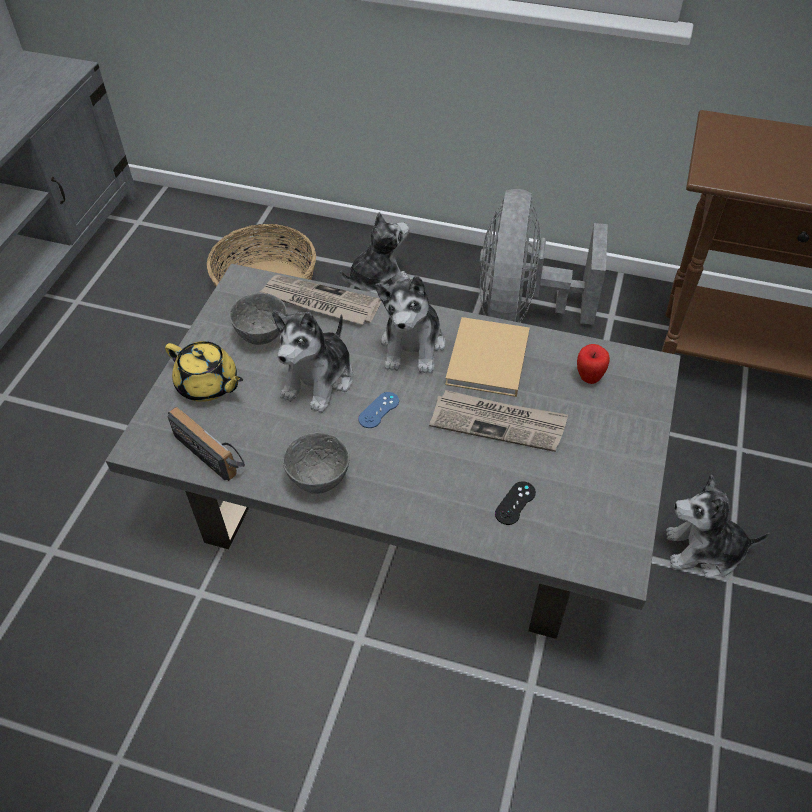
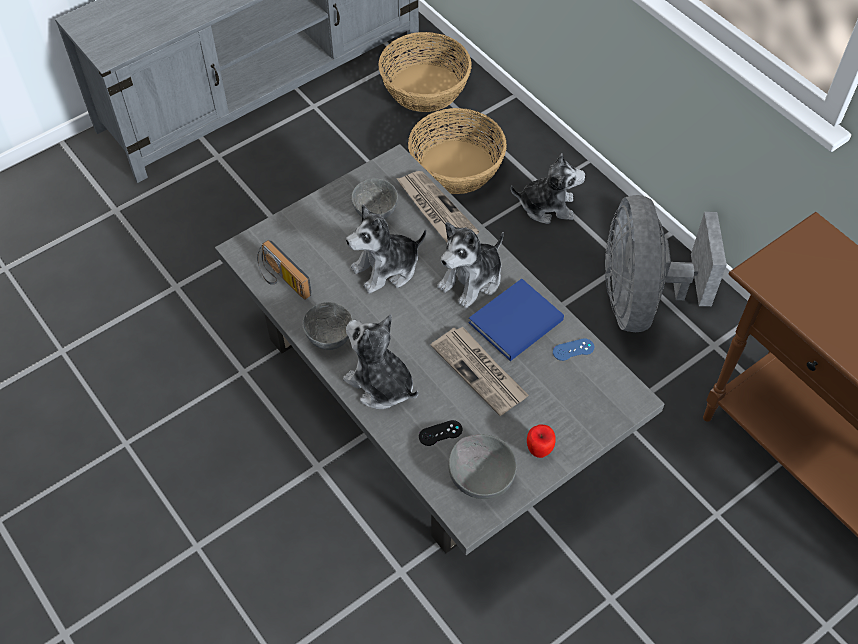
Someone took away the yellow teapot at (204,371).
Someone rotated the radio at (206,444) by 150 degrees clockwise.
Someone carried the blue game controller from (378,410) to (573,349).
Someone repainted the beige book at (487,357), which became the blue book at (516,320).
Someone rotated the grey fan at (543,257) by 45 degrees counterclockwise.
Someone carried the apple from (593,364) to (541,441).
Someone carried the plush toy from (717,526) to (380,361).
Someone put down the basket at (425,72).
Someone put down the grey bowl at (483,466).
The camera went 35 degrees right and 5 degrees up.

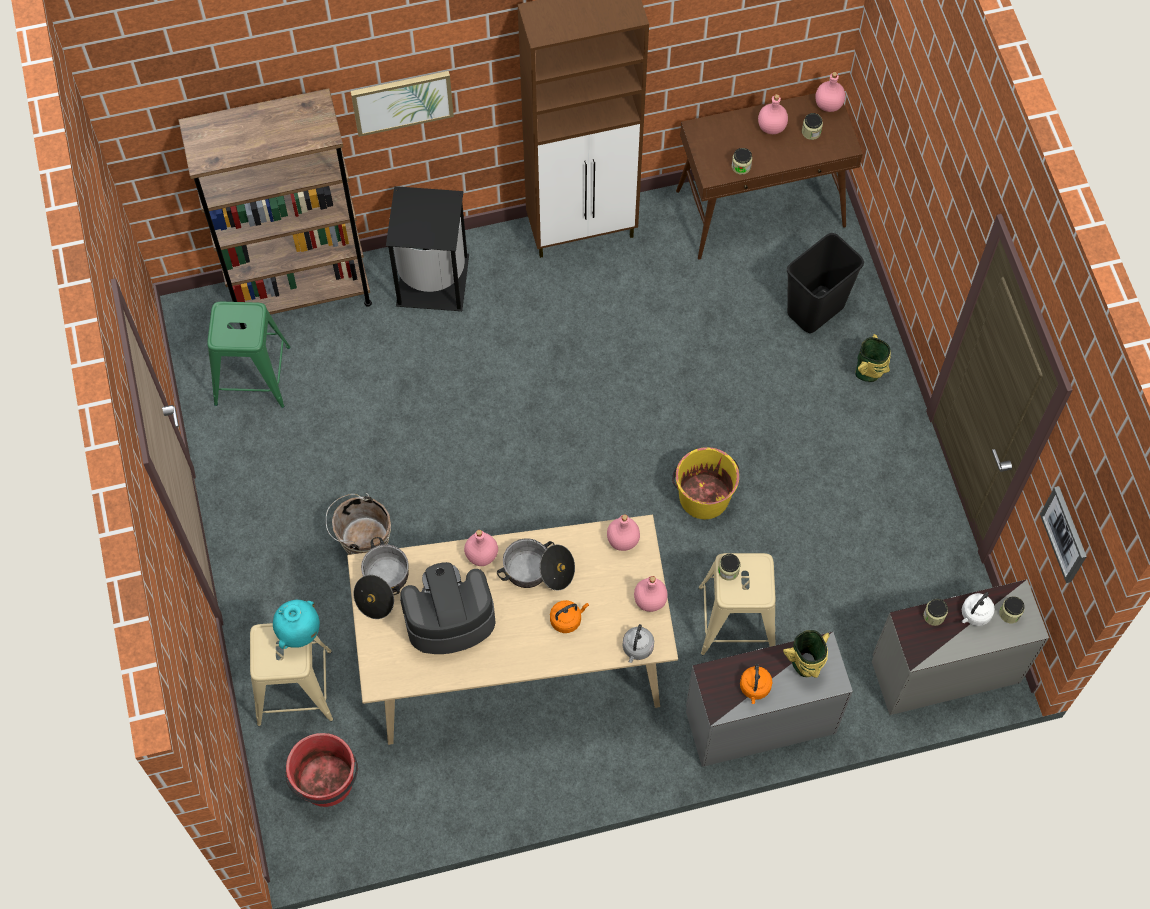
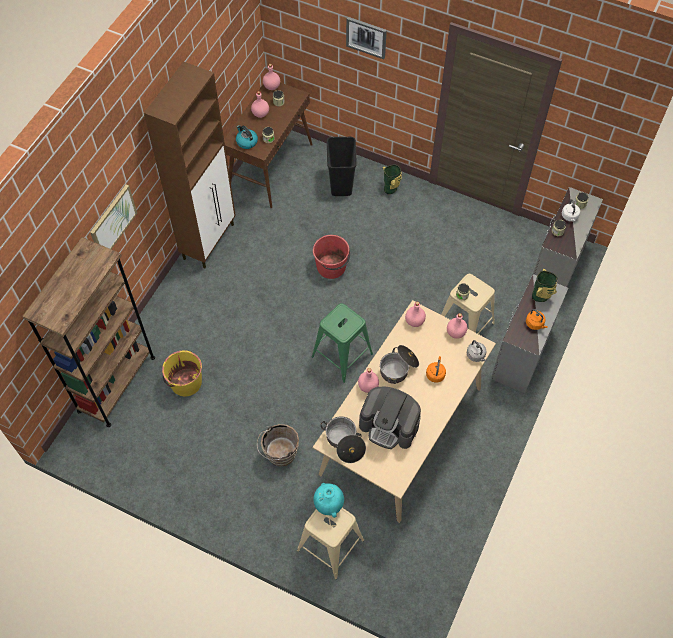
Someone carried the green stool from (249,355) to (342,343).
Someone carried the red bucket from (321,770) to (331,257).
Someone took away the black trash can at (427,248).
Someone rotated the coffee machine at (448,608) by 90 degrees counterclockwise.
Someone carried the yellow bucket from (705,483) to (182,373).
Someone carried the picture from (1063,534) to (366,38).
Someone put down the kettle at (247,137).
The camera went 50 degrees left and 5 degrees down.

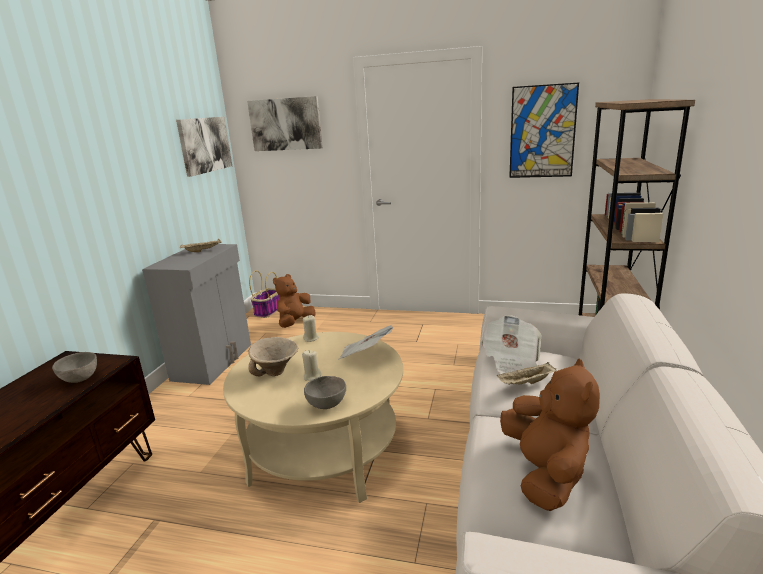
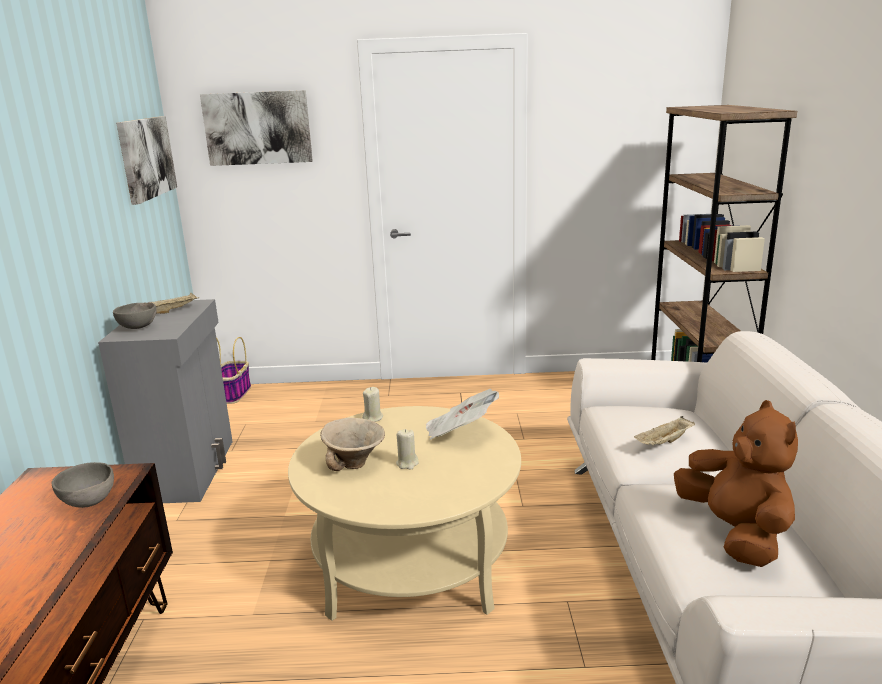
Someone took away the brown plush toy at (294,301).
Someone carried the grey bowl from (325,392) to (135,315).
Someone took away the newspaper at (511,344).
Someone took away the picture at (544,130).
The camera went 15 degrees left and 0 degrees up.

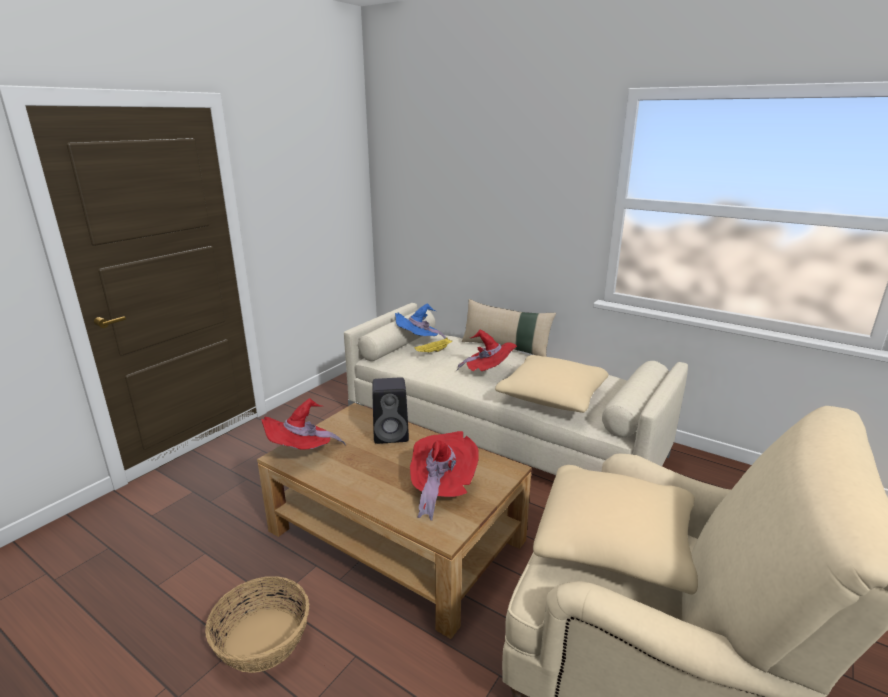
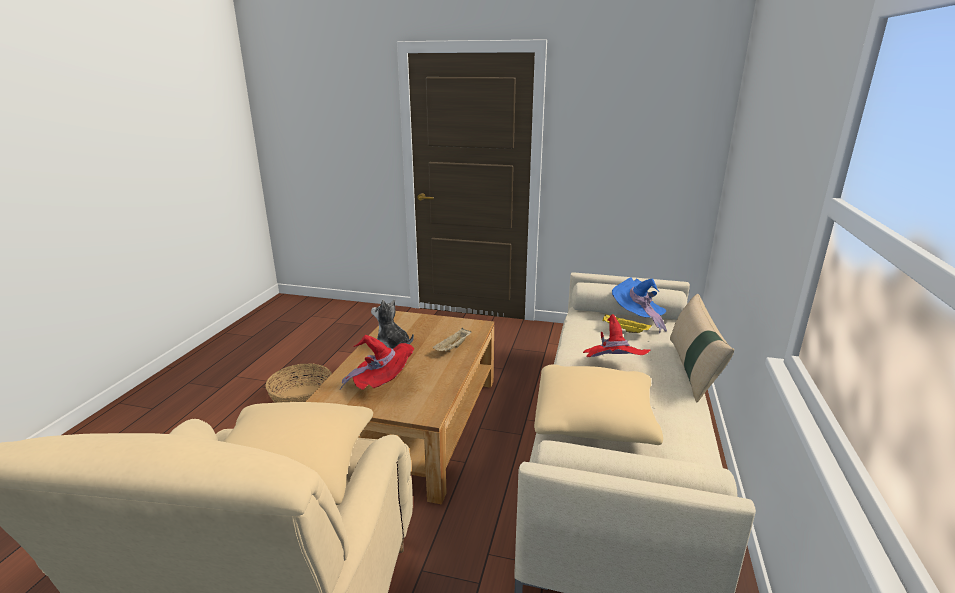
Someone took away the red hat at (303,424).
Someone swapped the black speaker at (391,410) for the beige tray at (452,339).
Someone put down the plush toy at (392,324).
The camera went 70 degrees right and 0 degrees up.

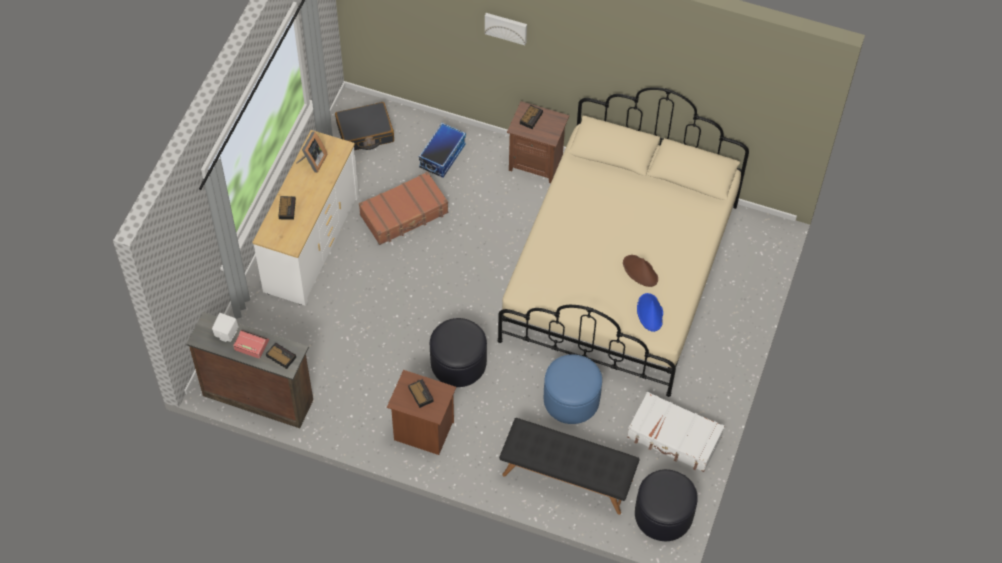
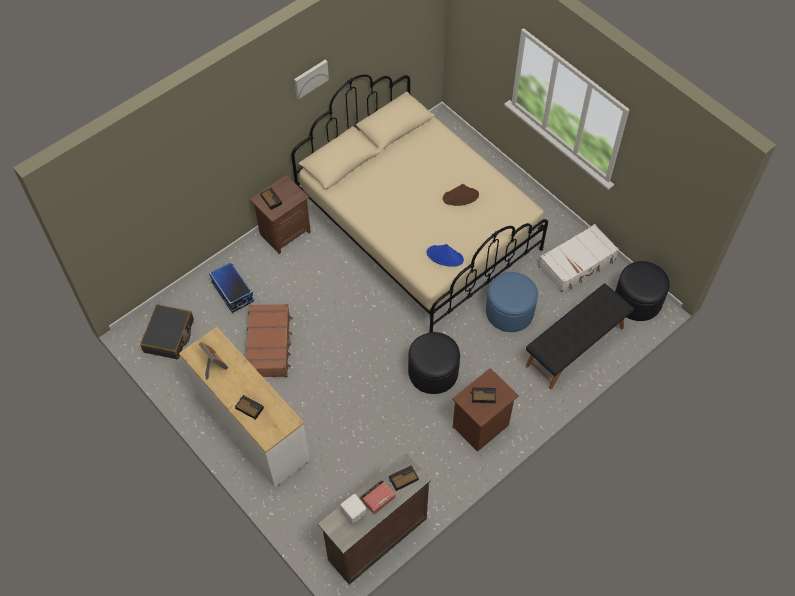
Someone carried the picture from (506,29) to (311,79).
Someone carried the blue hat from (650,312) to (445,255).
The camera went 60 degrees left and 0 degrees up.

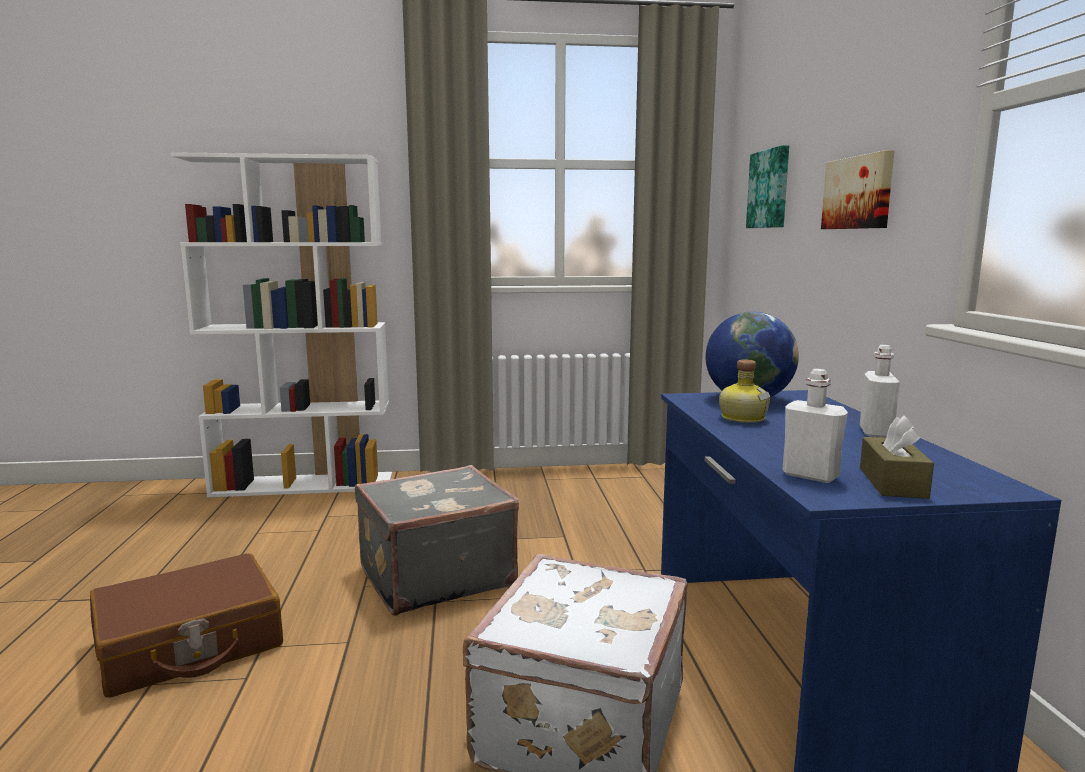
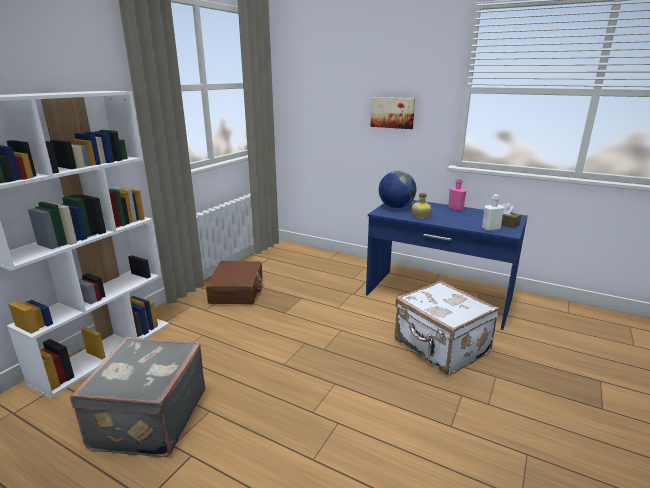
Someone carried the brown suitcase from (186,625) to (234,282).
Someone carried the grey suitcase from (437,540) to (137,397).
Someone took away the picture at (767,186).
Someone repainted the white bottle at (880,391), which became the pink bottle at (457,194).
The camera went 55 degrees left and 10 degrees up.

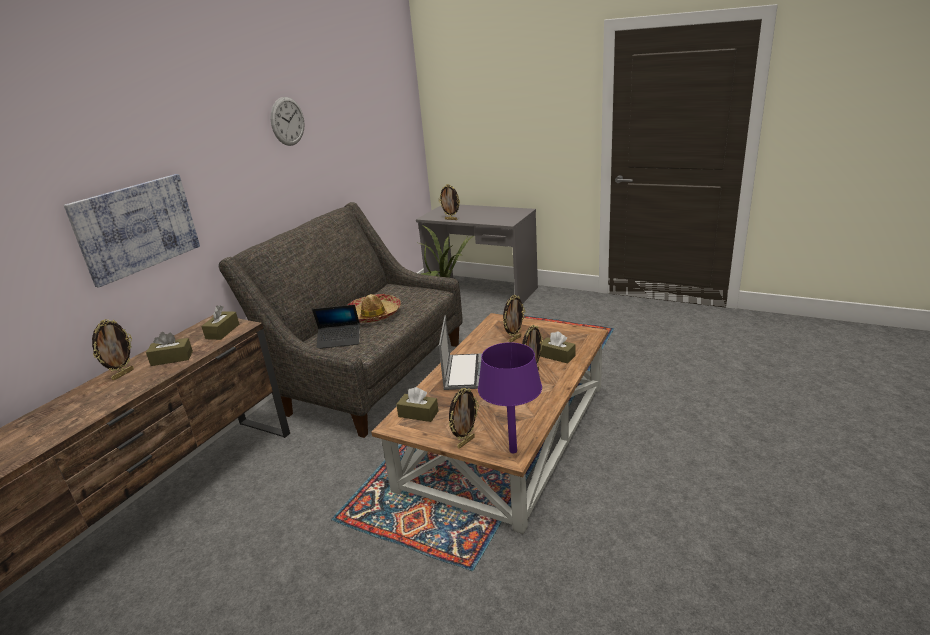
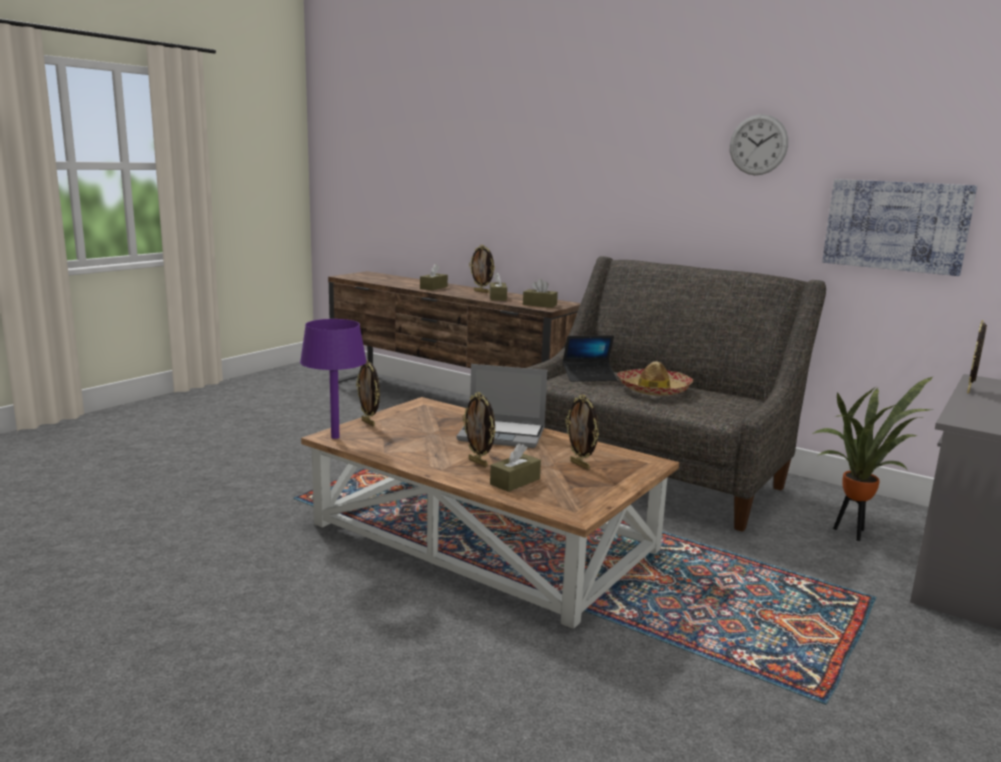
Someone carried the picture from (132,231) to (899,227).
Someone rotated the laptop at (336,327) by 105 degrees counterclockwise.
Someone carried the brown tissue box from (417,404) to (434,277).
The camera went 95 degrees right and 10 degrees down.

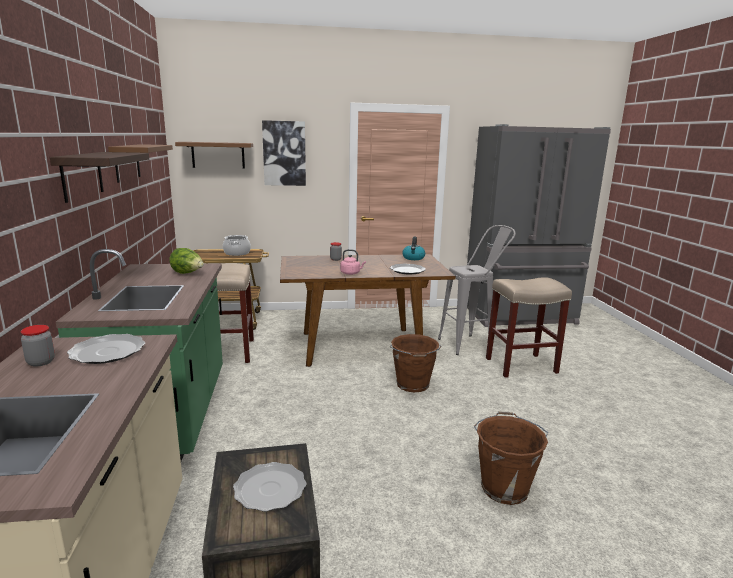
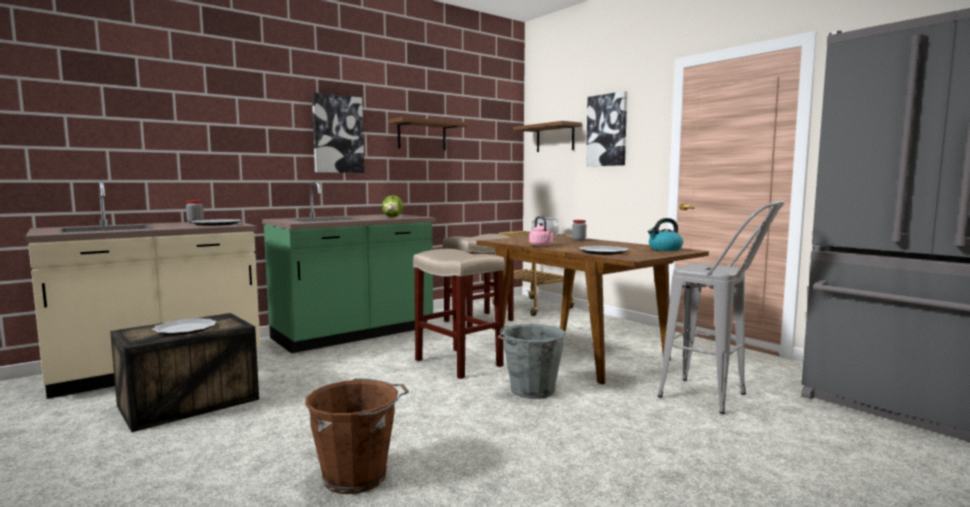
Someone swapped the shelf at (99,177) for the picture at (338,133).
Someone repainted the brown bucket at (416,363), which became the grey bucket at (532,361).
Someone carried the beige stool from (529,327) to (459,314).
The camera went 60 degrees right and 10 degrees down.

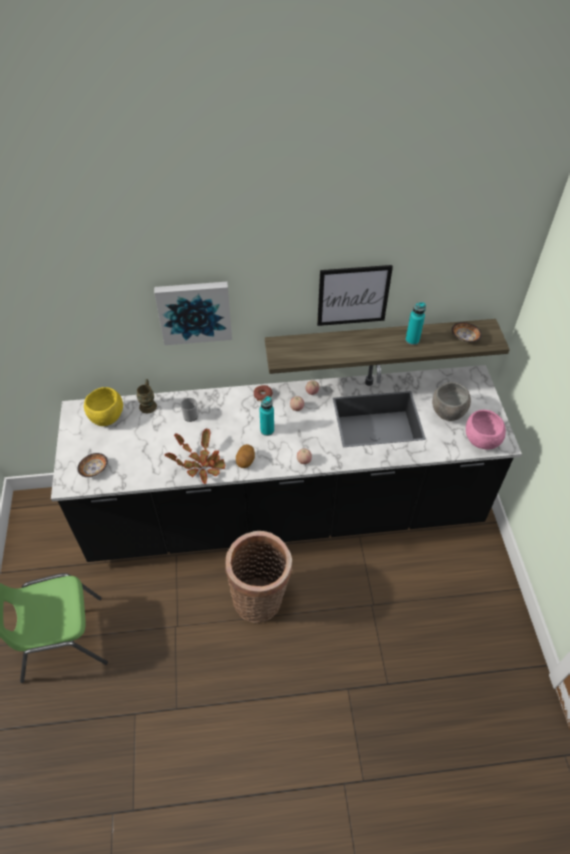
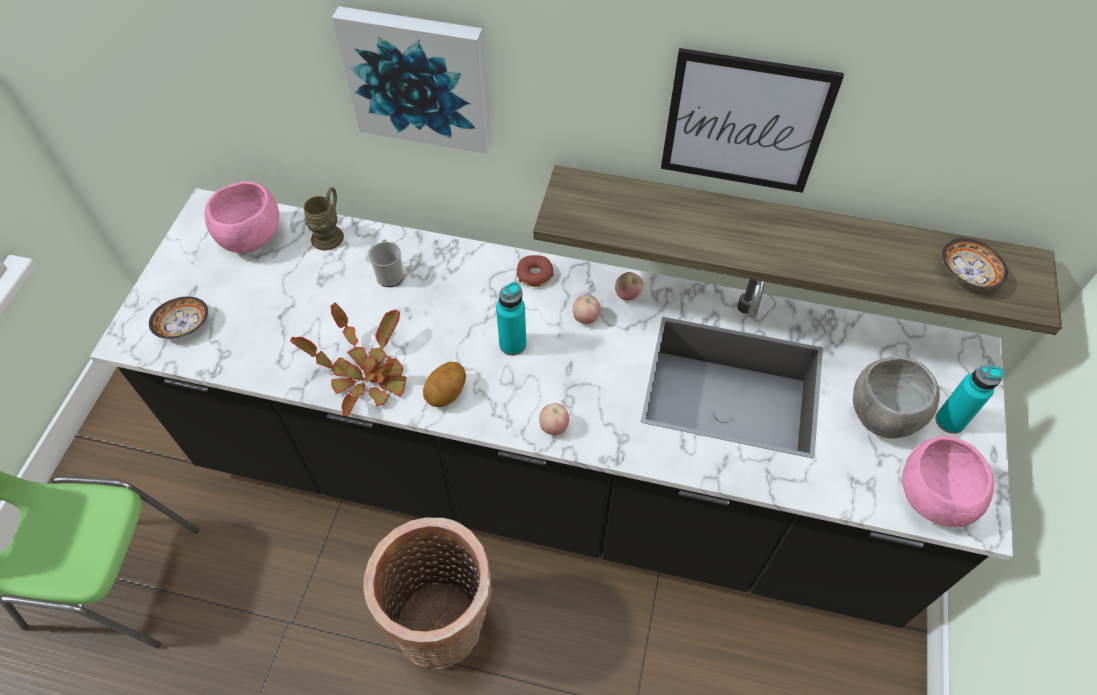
Someone repainted the yellow bowl at (103,406), which became the pink bowl at (242,217).
Someone carried the turquoise bottle from (416,323) to (970,399).
The camera went 20 degrees right and 5 degrees up.

